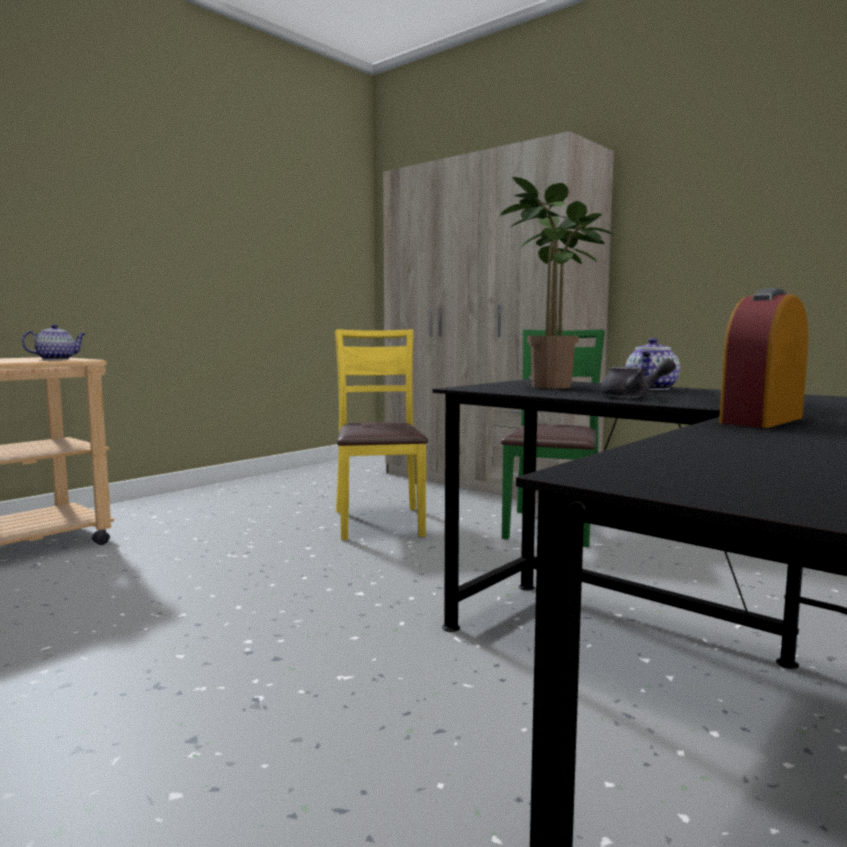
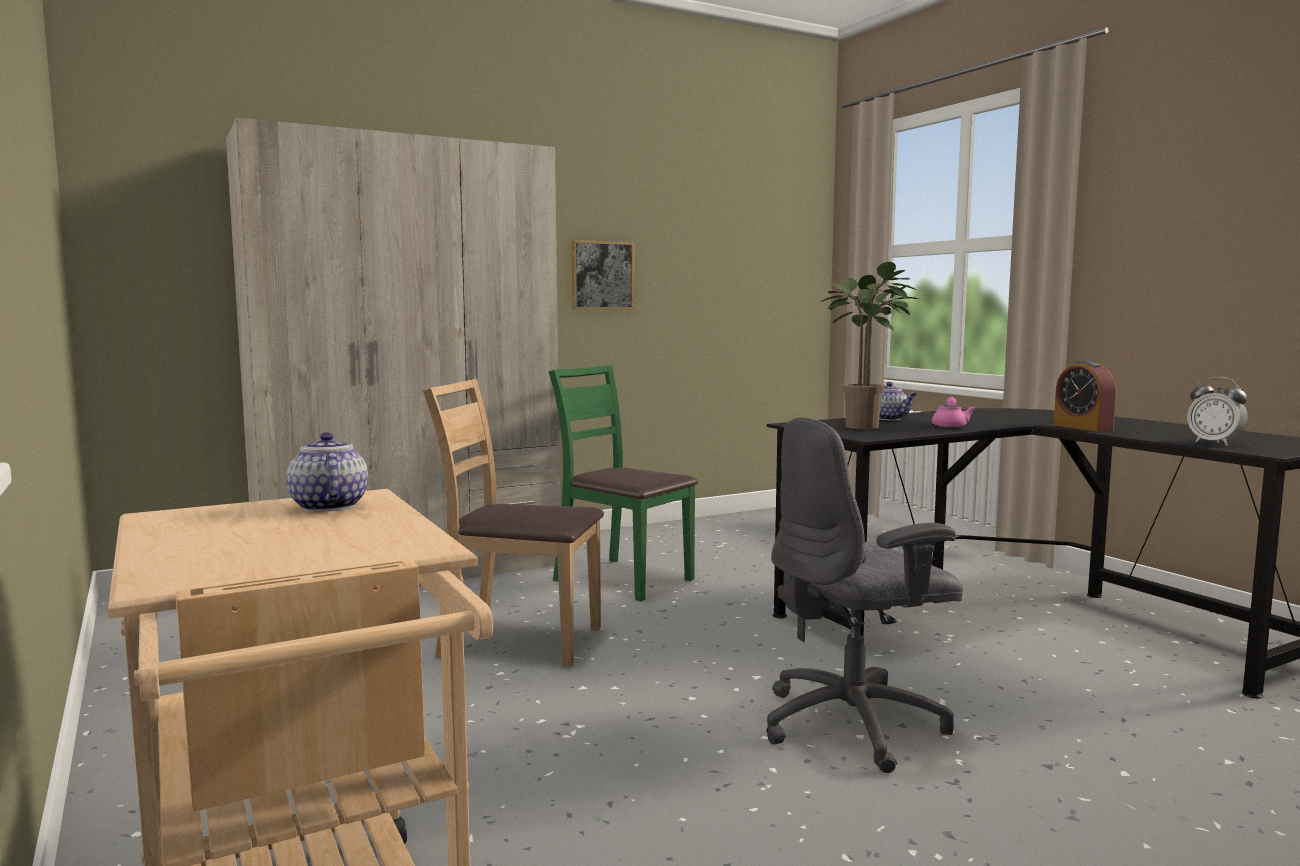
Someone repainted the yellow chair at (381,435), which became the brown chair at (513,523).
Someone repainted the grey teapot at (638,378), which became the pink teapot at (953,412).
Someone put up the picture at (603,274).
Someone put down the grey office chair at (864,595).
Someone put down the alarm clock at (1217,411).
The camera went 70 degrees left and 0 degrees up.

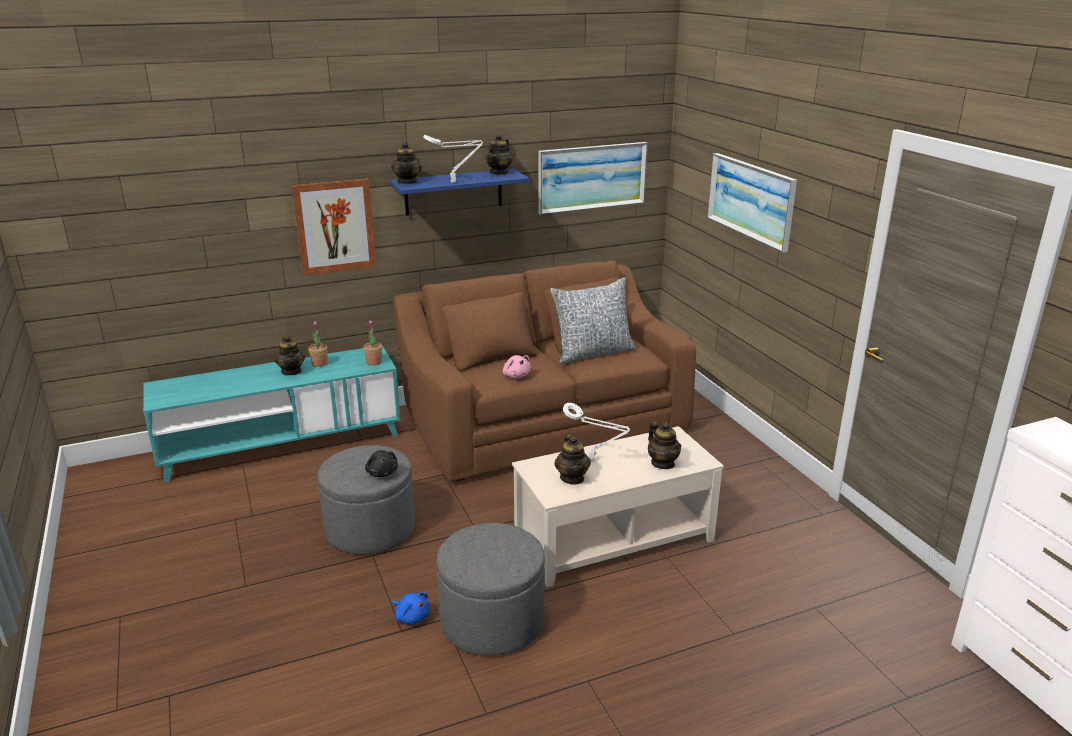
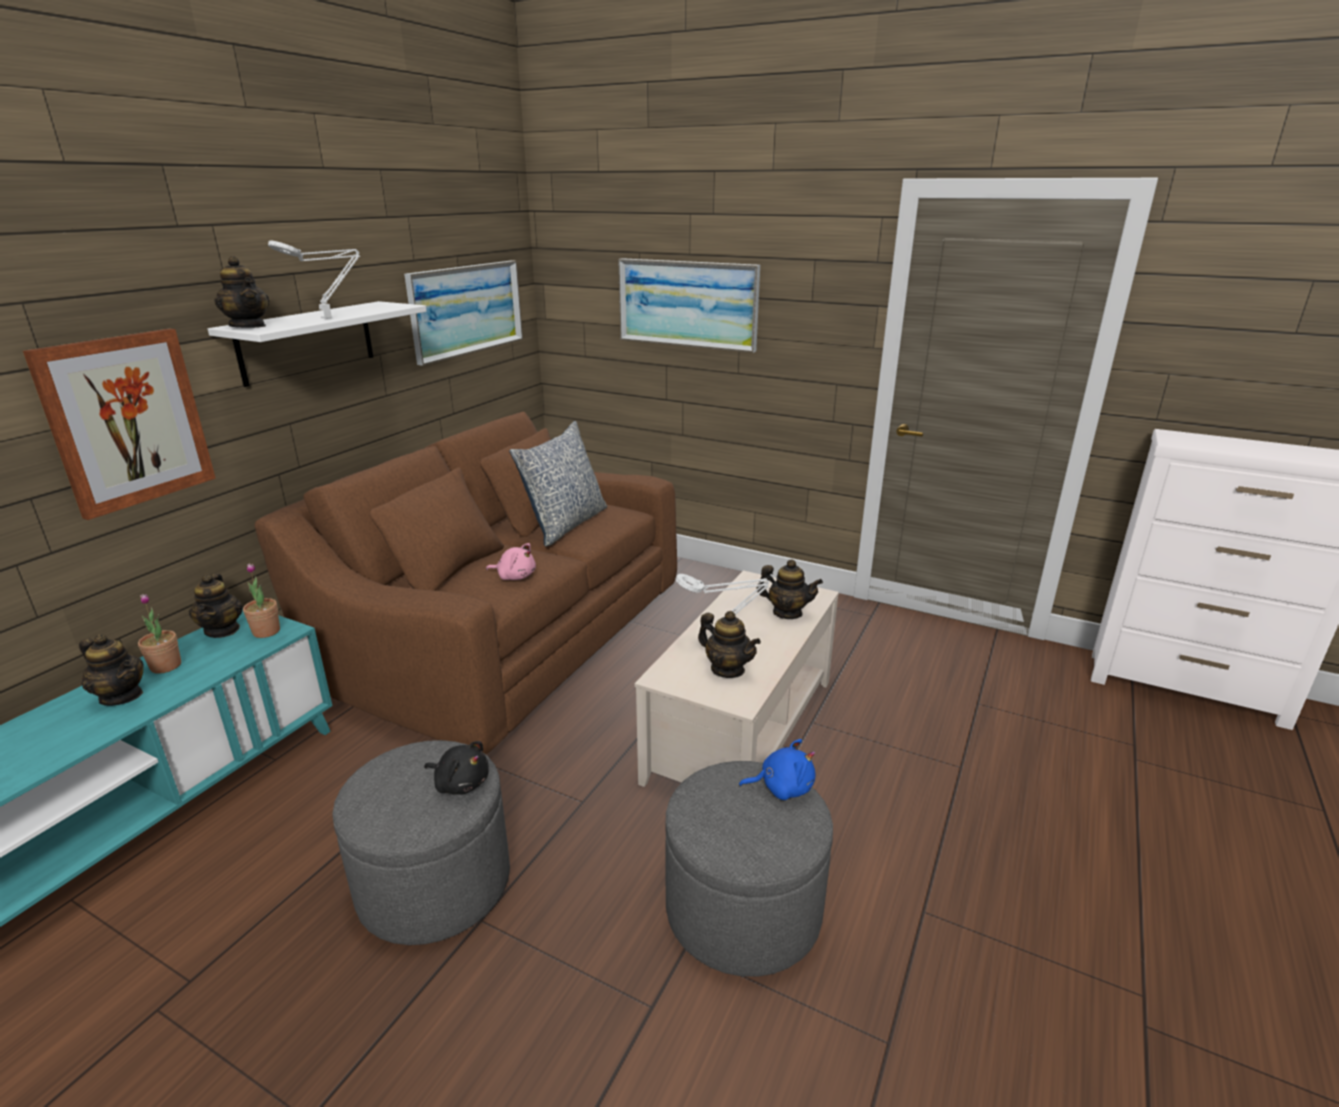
Someone repainted the blue shelf at (460,192), which became the white shelf at (317,344).
Someone carried the blue plush toy from (410,608) to (777,769).
Someone carried the teapot from (499,154) to (216,605).
The camera went 40 degrees left and 0 degrees up.

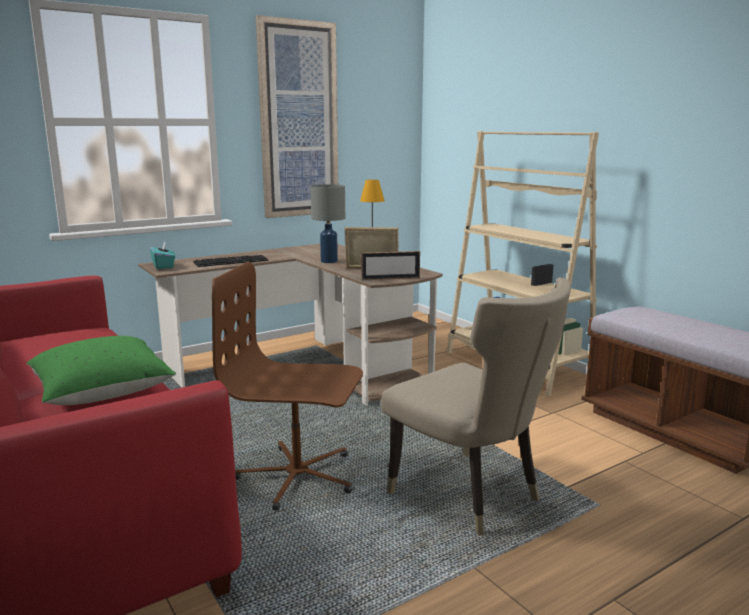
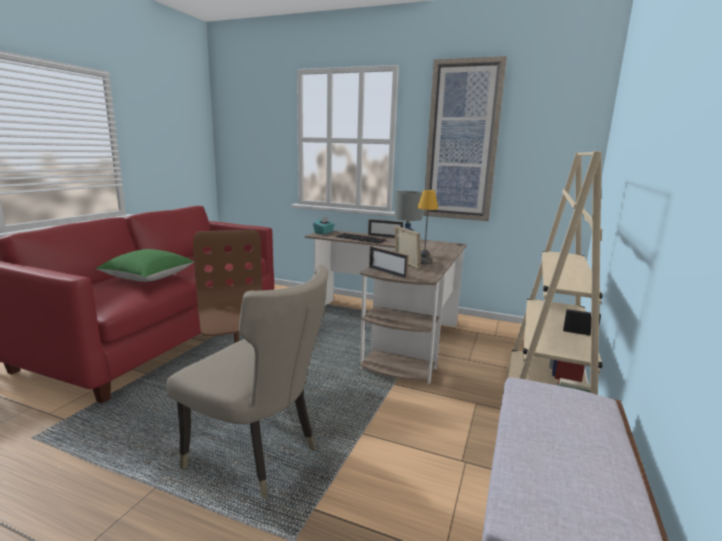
Someone rotated the beige chair at (476,406) by 75 degrees counterclockwise.
Someone put down the picture frame at (386,228).
The camera went 55 degrees right and 0 degrees up.

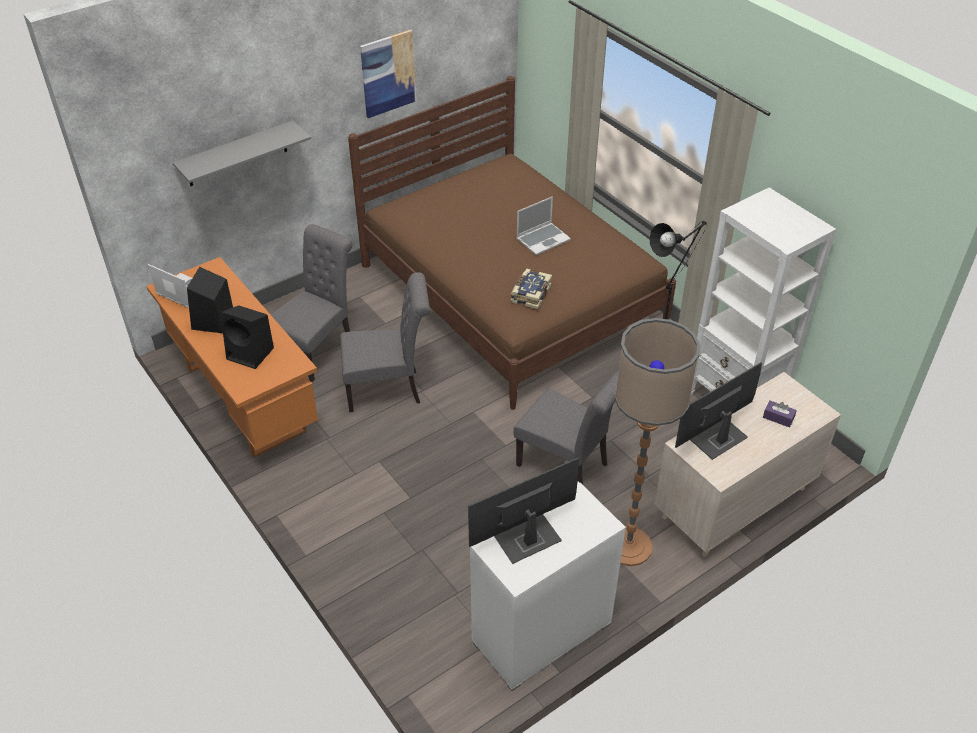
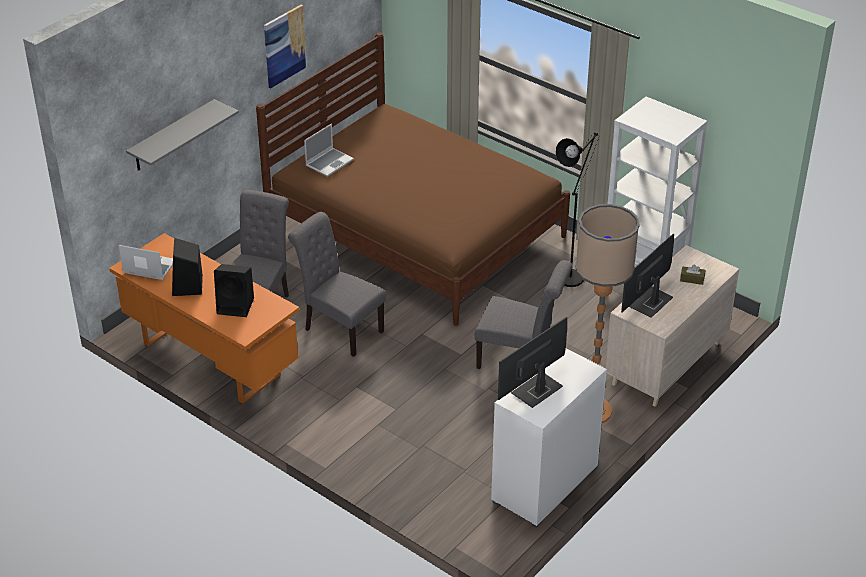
Someone rotated the grey chair at (385,342) by 120 degrees counterclockwise.
Someone took away the book at (531,289).
Someone carried the laptop from (543,225) to (329,150).
Someone repainted the purple tissue box at (780,414), which became the brown tissue box at (692,275).
The camera went 15 degrees left and 5 degrees down.

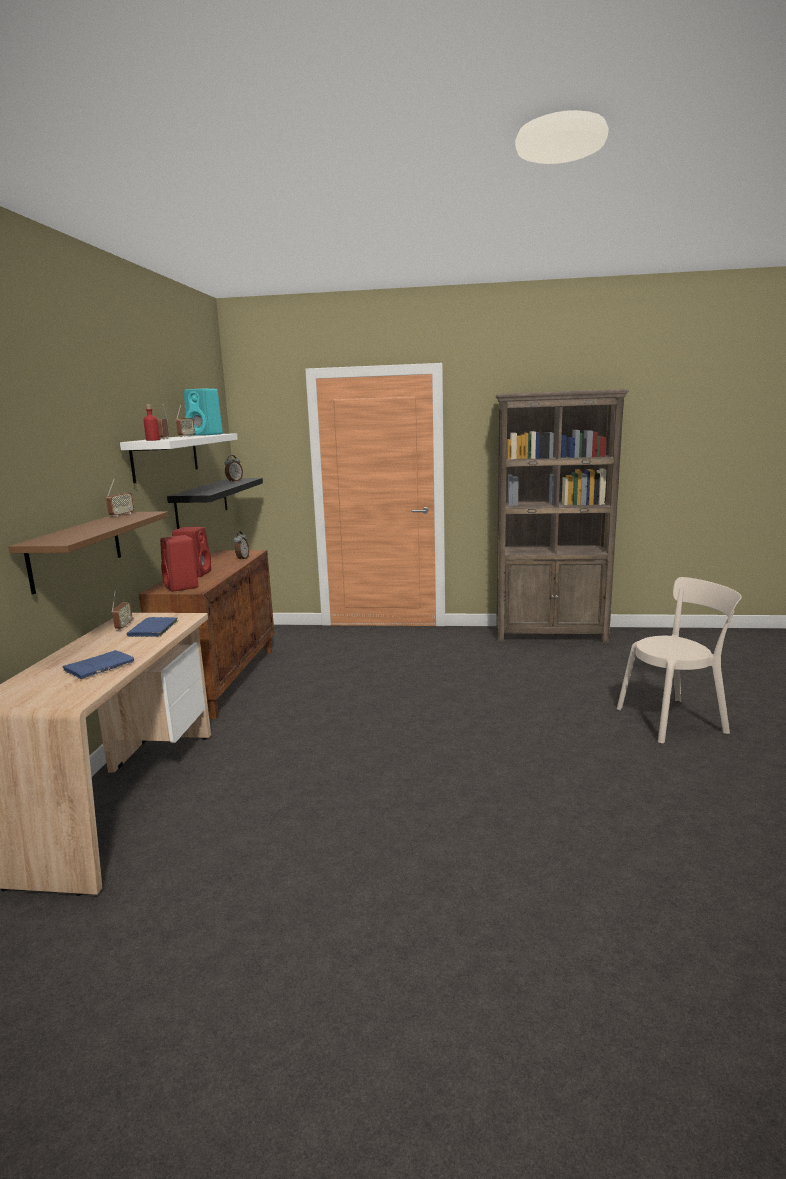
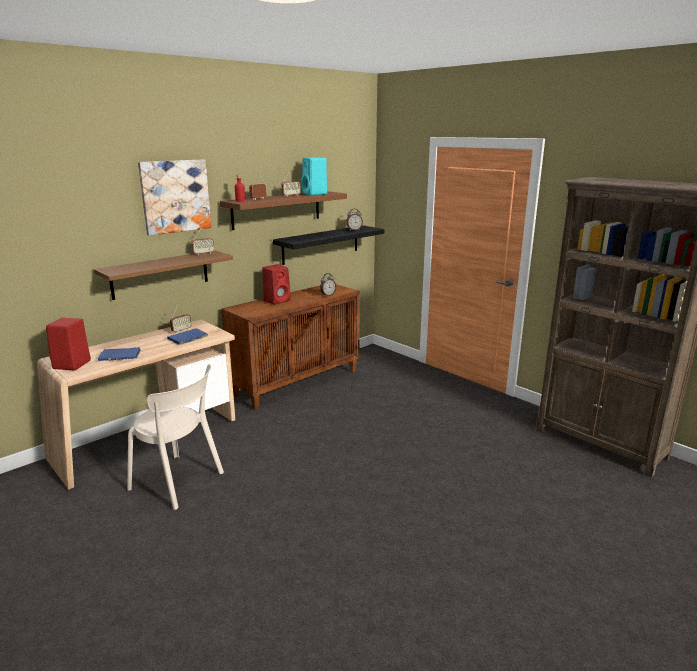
Someone repainted the white shelf at (179,458), which became the brown shelf at (283,210).
Someone carried the red speaker from (179,563) to (68,344).
Someone carried the beige chair from (679,660) to (175,437).
Someone put up the picture at (174,197).
The camera went 40 degrees right and 5 degrees up.

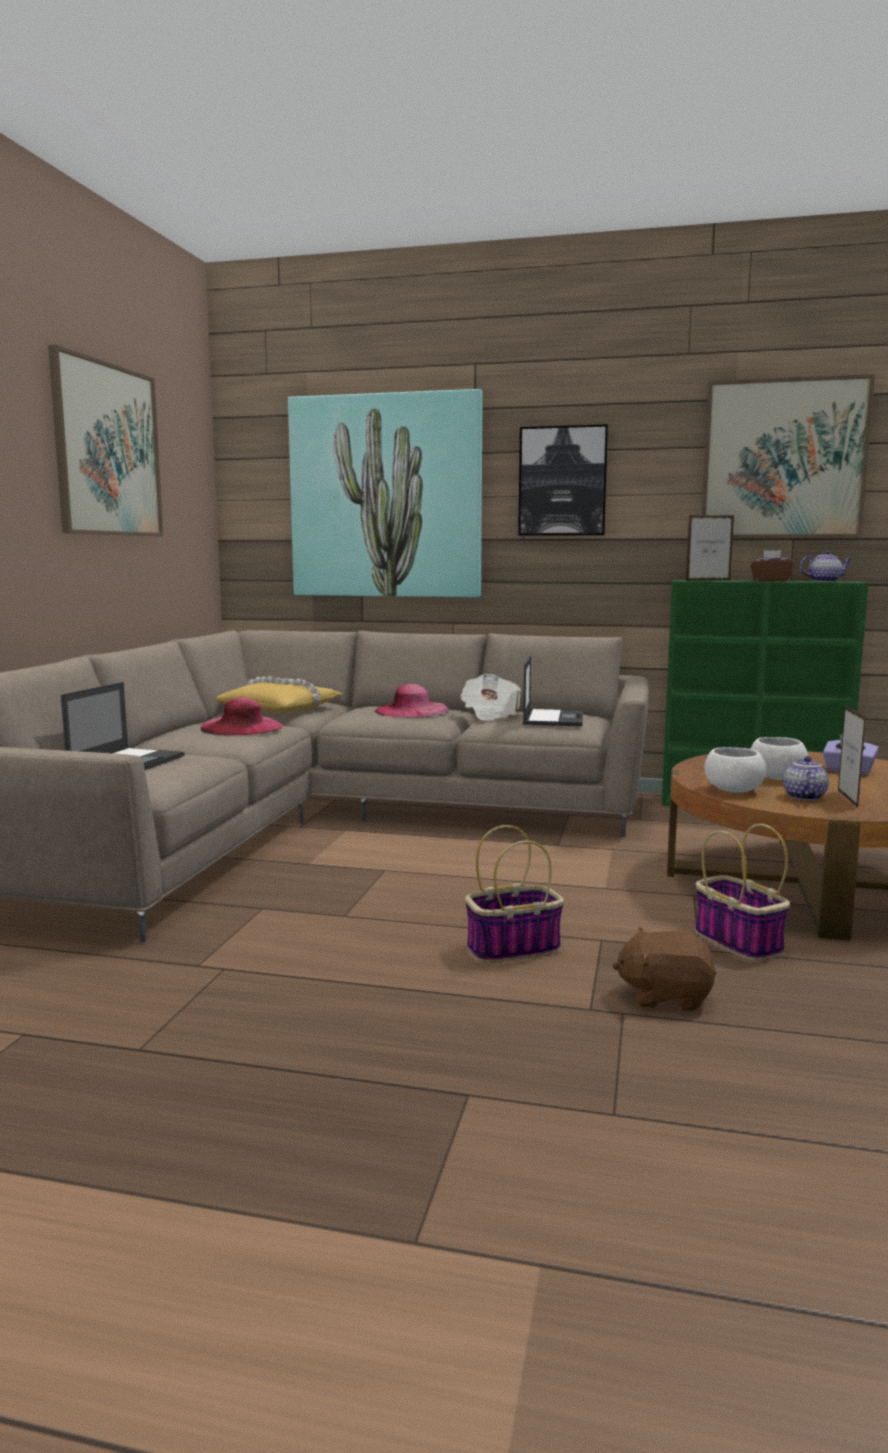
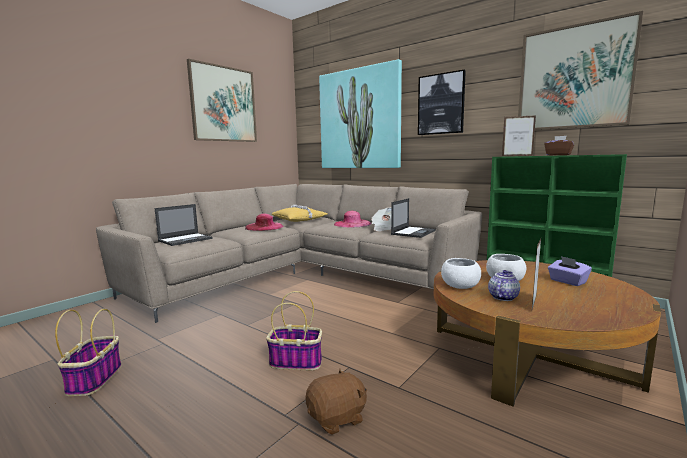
Someone rotated the brown plush toy at (664,969) by 120 degrees clockwise.
Someone carried the basket from (742,892) to (88,352).
Someone took away the teapot at (825,566).
The camera went 25 degrees right and 0 degrees up.

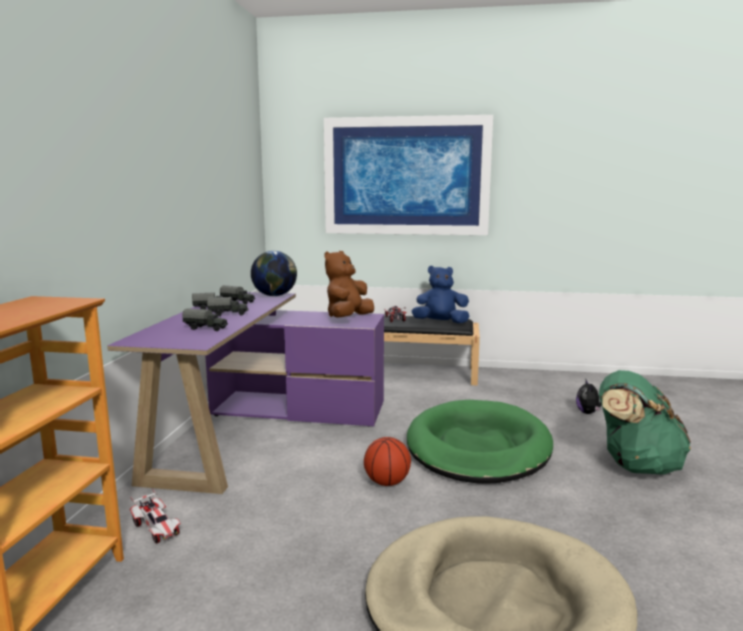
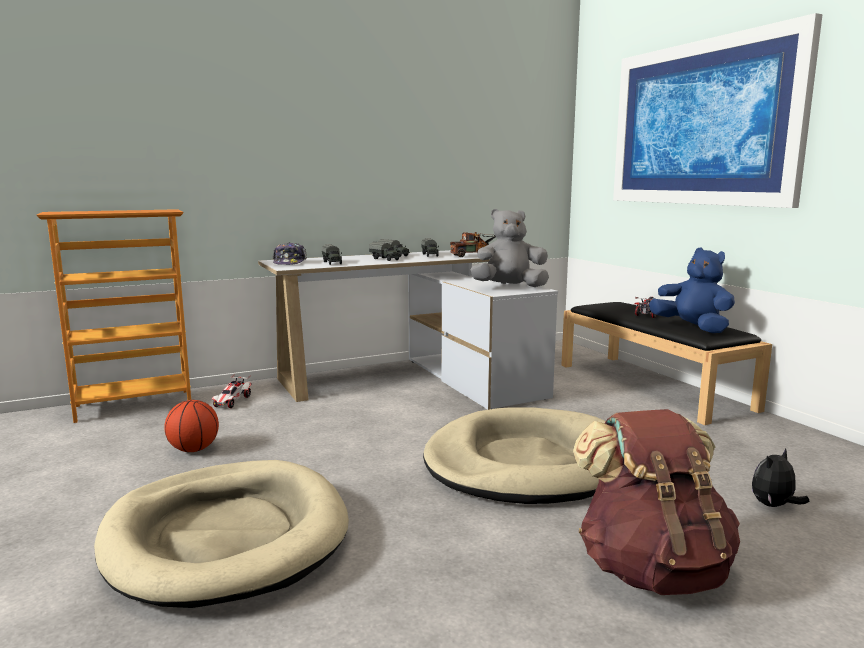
Someone repainted the purple desk at (245,393), which became the white desk at (408,330).
Someone swapped the globe at (274,273) for the toy truck at (473,244).
Someone repainted the brown plush toy at (349,284), which became the grey plush toy at (509,248).
Someone carried the basketball from (387,461) to (191,426).
Someone repainted the green dog bed at (480,442), which became the beige dog bed at (514,455).
Someone repainted the green backpack at (645,422), which became the brown backpack at (656,502).
Someone put down the cap at (289,253).
The camera went 55 degrees right and 0 degrees up.

